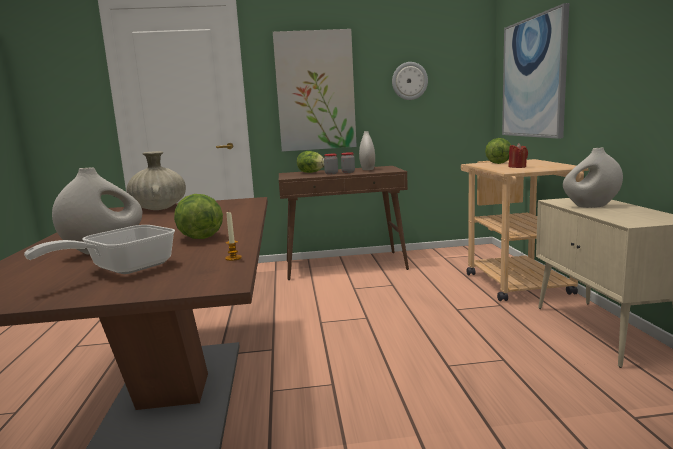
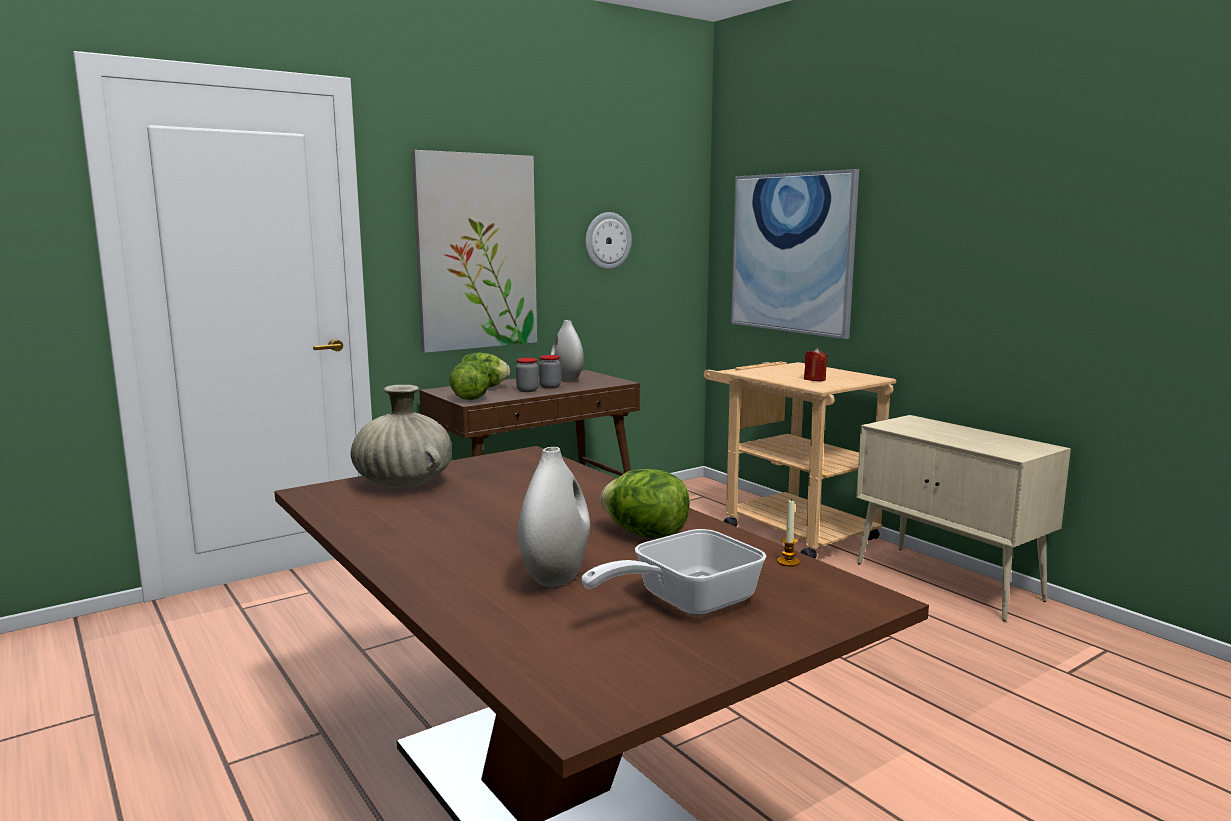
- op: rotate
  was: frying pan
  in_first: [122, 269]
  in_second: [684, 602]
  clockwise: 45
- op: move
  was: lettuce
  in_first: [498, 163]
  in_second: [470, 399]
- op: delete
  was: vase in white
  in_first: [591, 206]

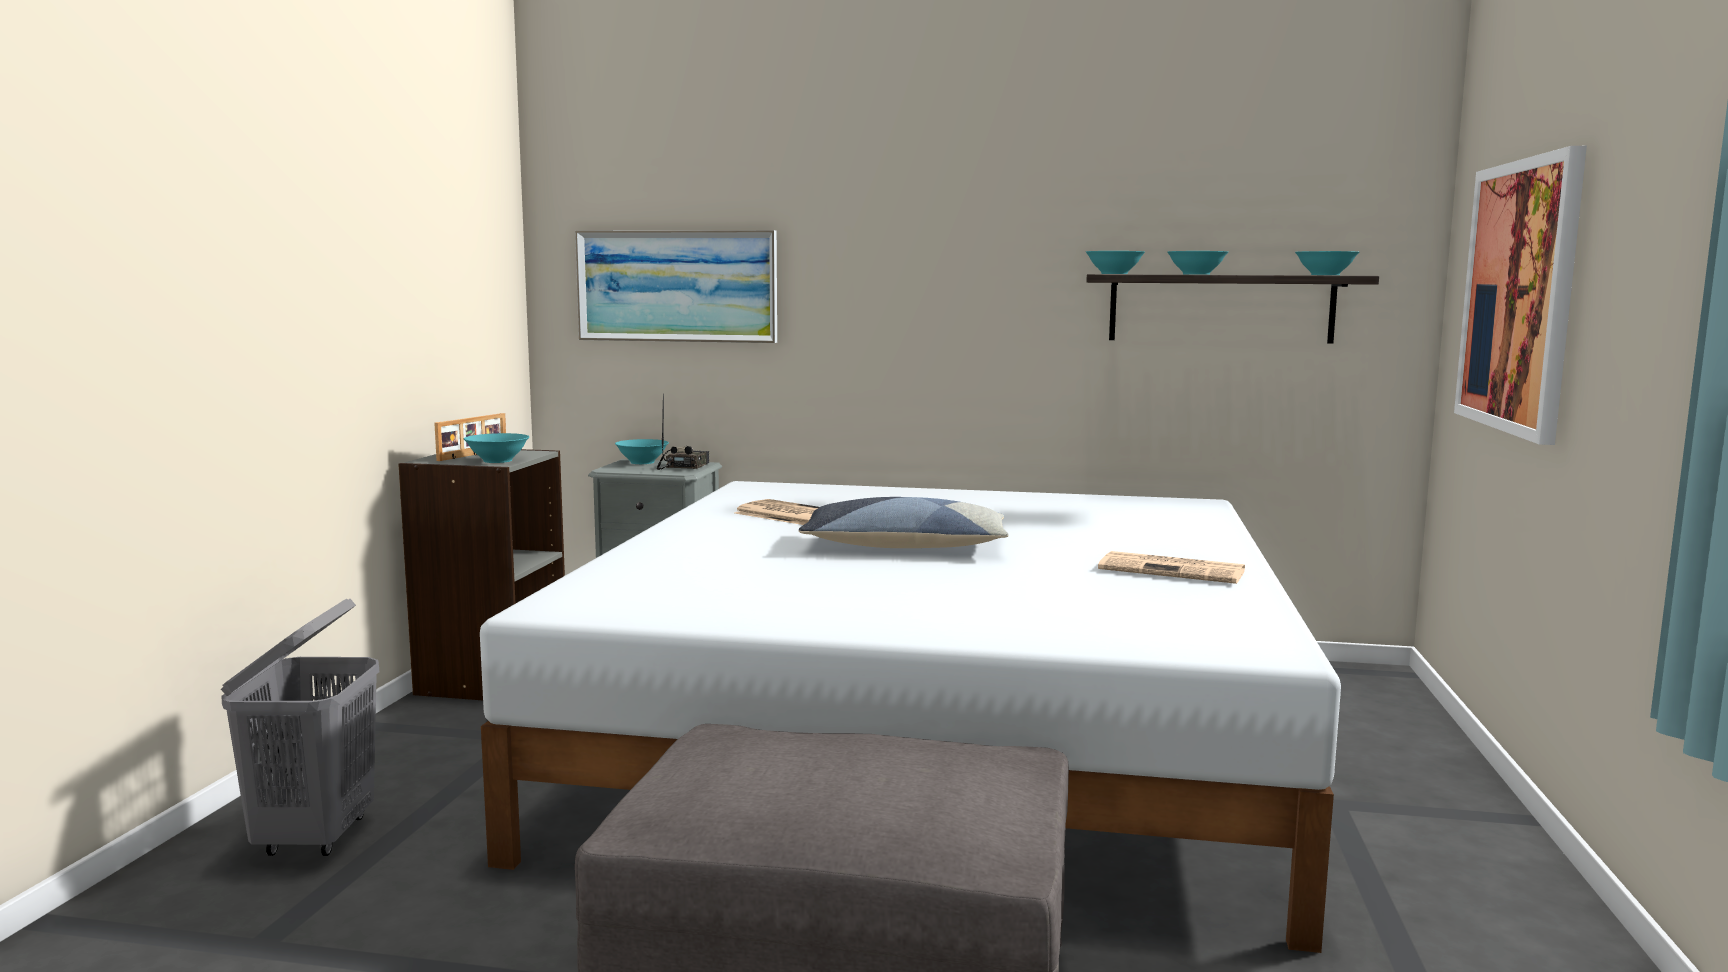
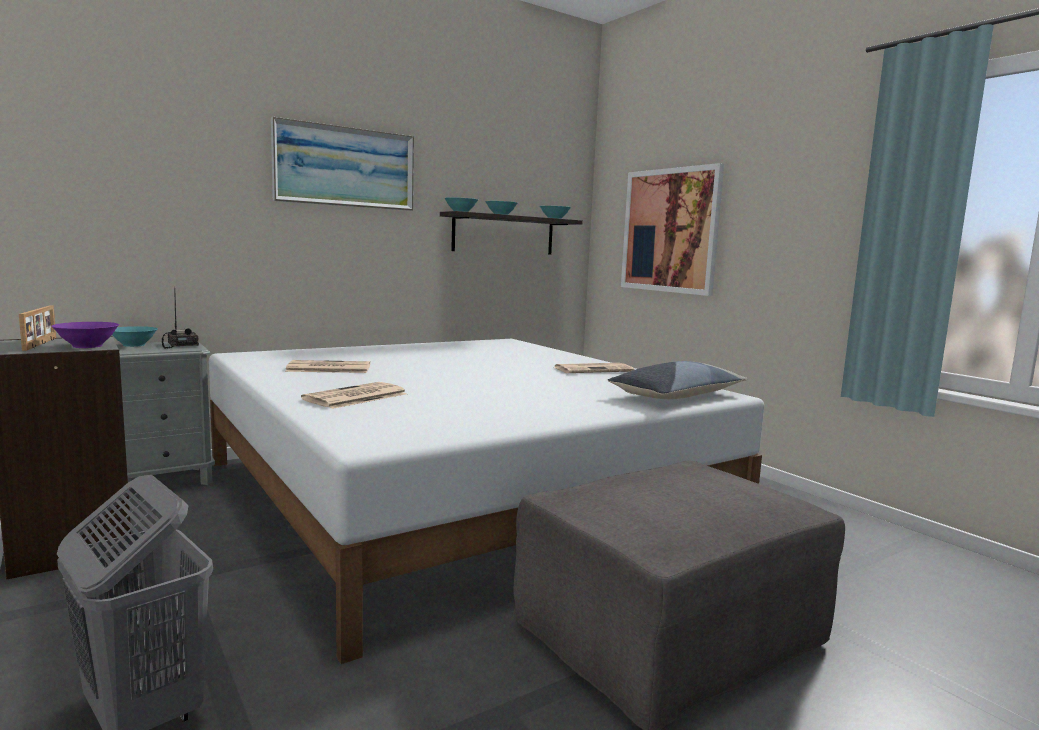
- op: recolor
  was: bowl in turquoise
  now: bowl in purple
  in_first: [498, 460]
  in_second: [88, 346]
- op: move
  was: picture
  in_first: [677, 286]
  in_second: [345, 167]
- op: move
  was: pillow
  in_first: [904, 546]
  in_second: [677, 396]
- op: insert
  now: newspaper
  in_second: [355, 397]

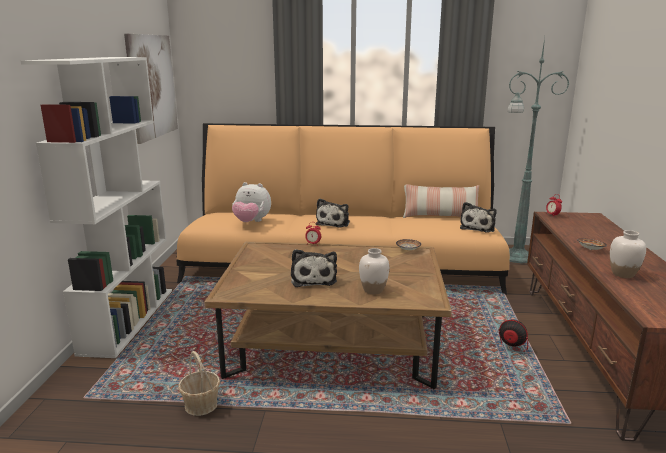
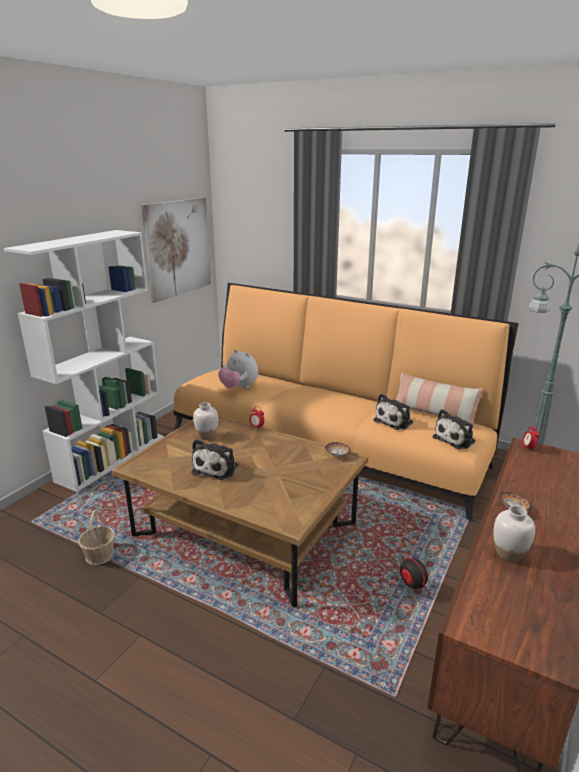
- op: move
  was: plush toy
  in_first: [334, 223]
  in_second: [395, 421]
- op: move
  was: vase in white
  in_first: [373, 290]
  in_second: [207, 436]

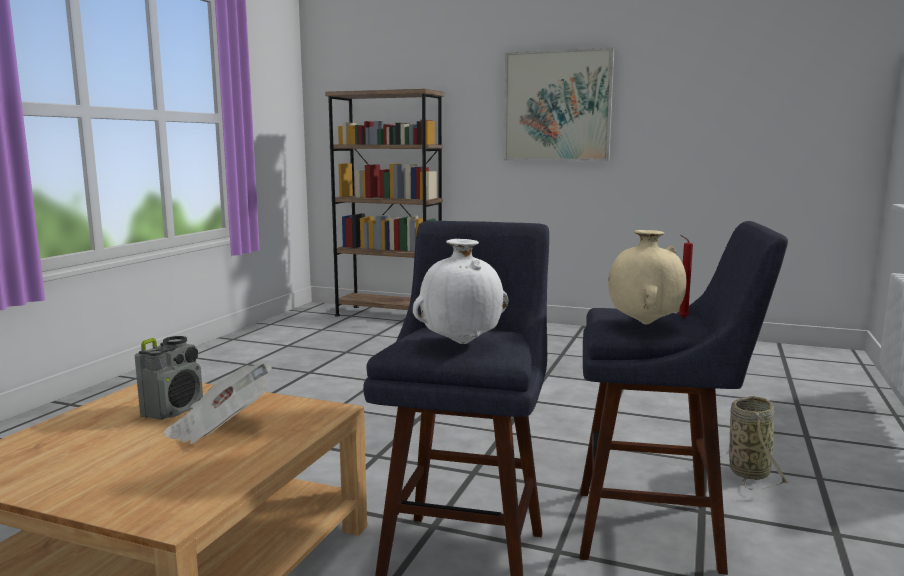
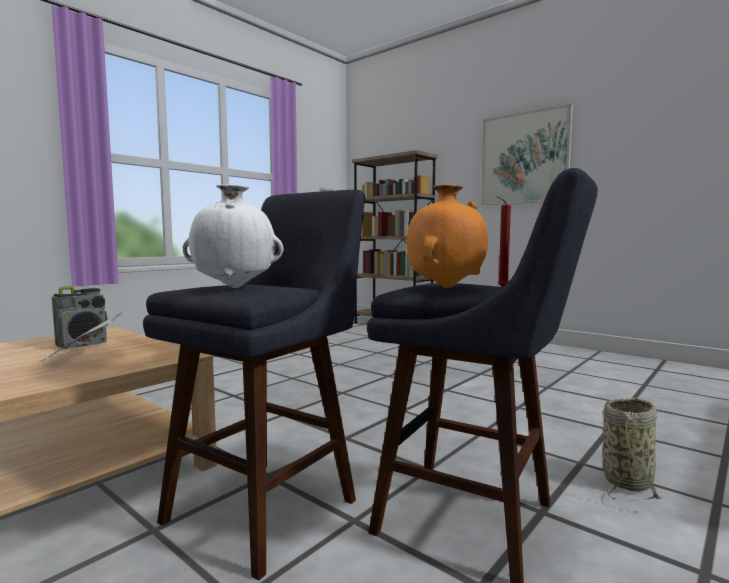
- op: recolor
  was: vase in beige
  now: vase in orange
  in_first: [644, 324]
  in_second: [445, 287]

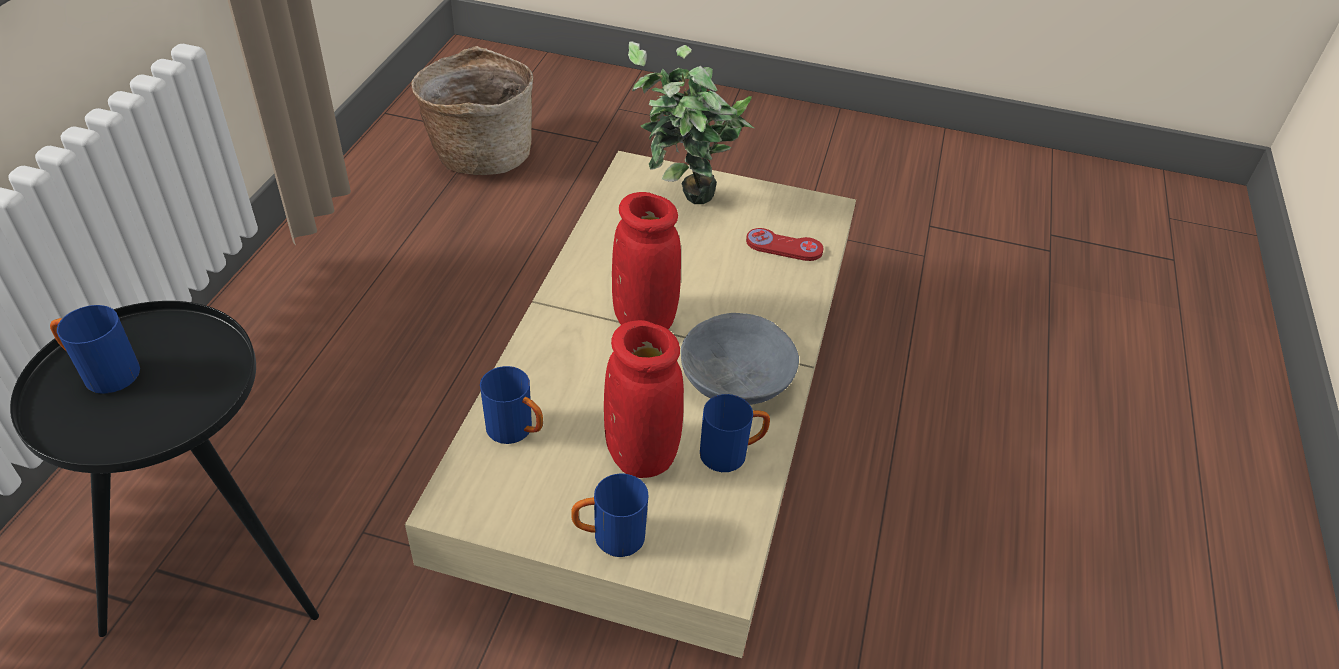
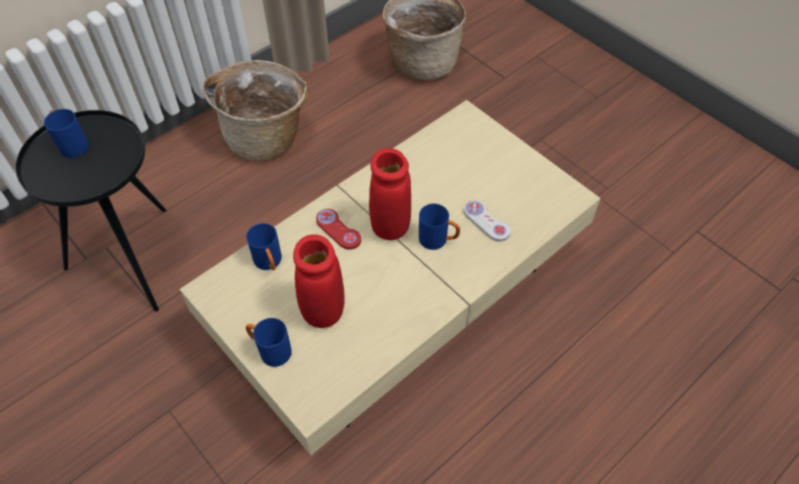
- op: delete
  was: potted plant
  in_first: [682, 205]
- op: delete
  was: bowl in grey
  in_first: [737, 381]
- op: move
  was: mug in blue
  in_first: [732, 453]
  in_second: [438, 240]
- op: move
  was: game controller in red
  in_first: [784, 246]
  in_second: [338, 230]
- op: insert
  now: basket
  in_second: [266, 137]
- op: insert
  now: game controller in white
  in_second: [486, 222]

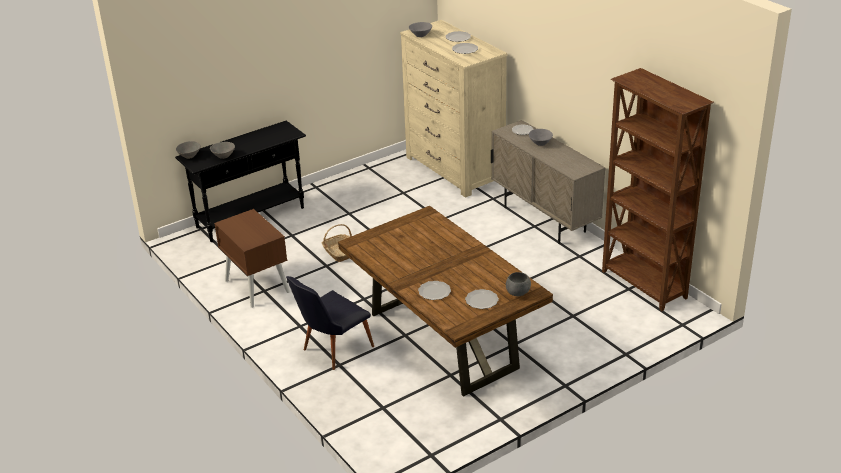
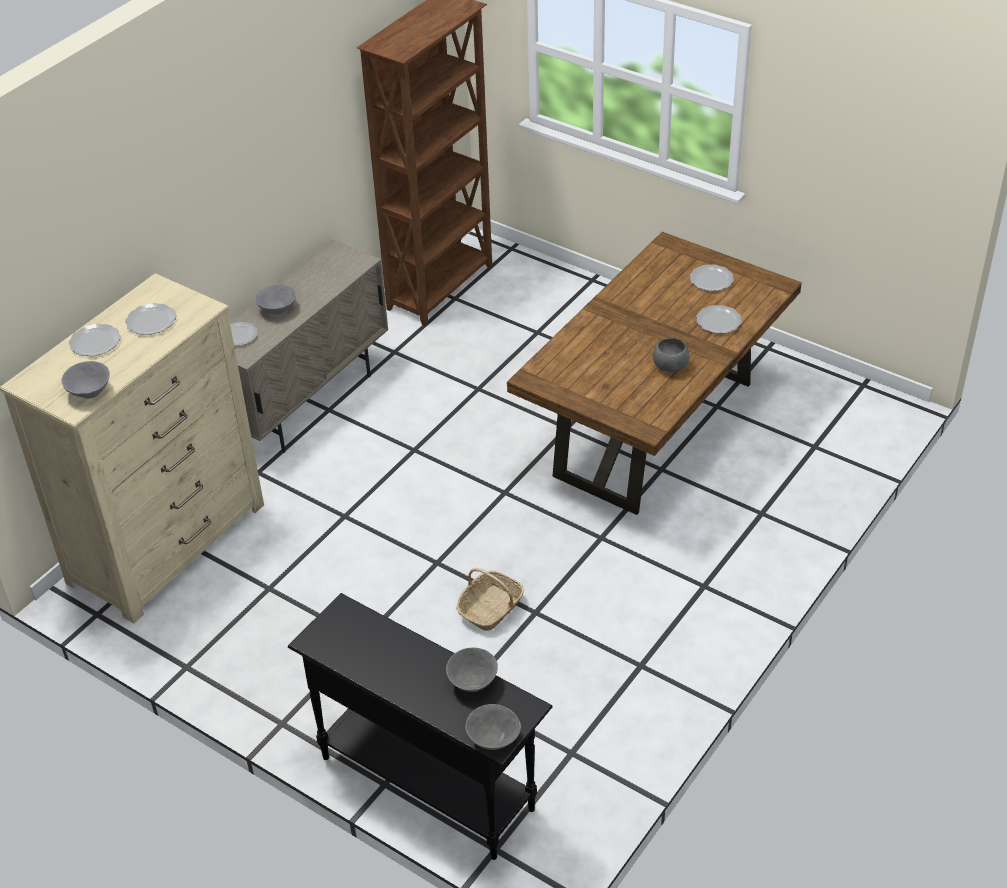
- op: delete
  was: nightstand in brown
  in_first: [256, 286]
- op: delete
  was: chair in black
  in_first: [332, 350]
- op: move
  was: bowl in grey
  in_first: [518, 293]
  in_second: [670, 367]

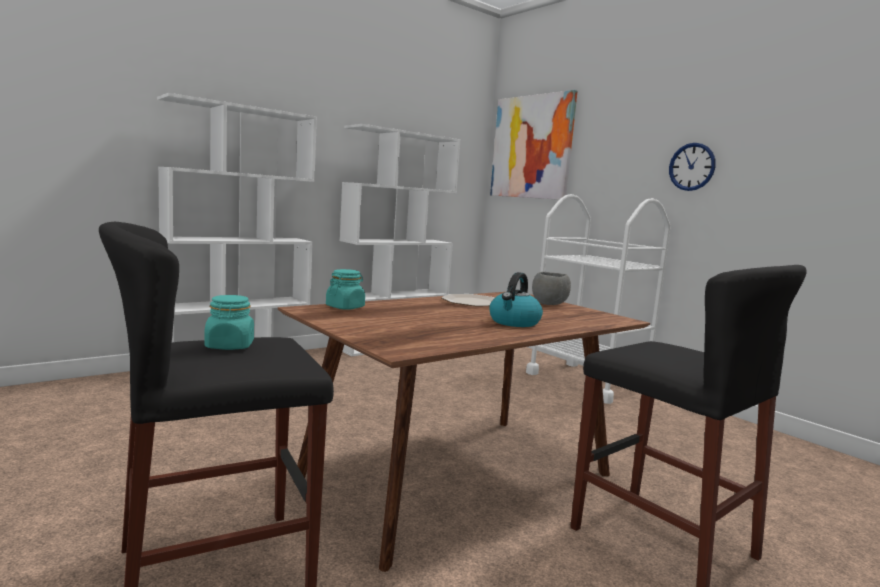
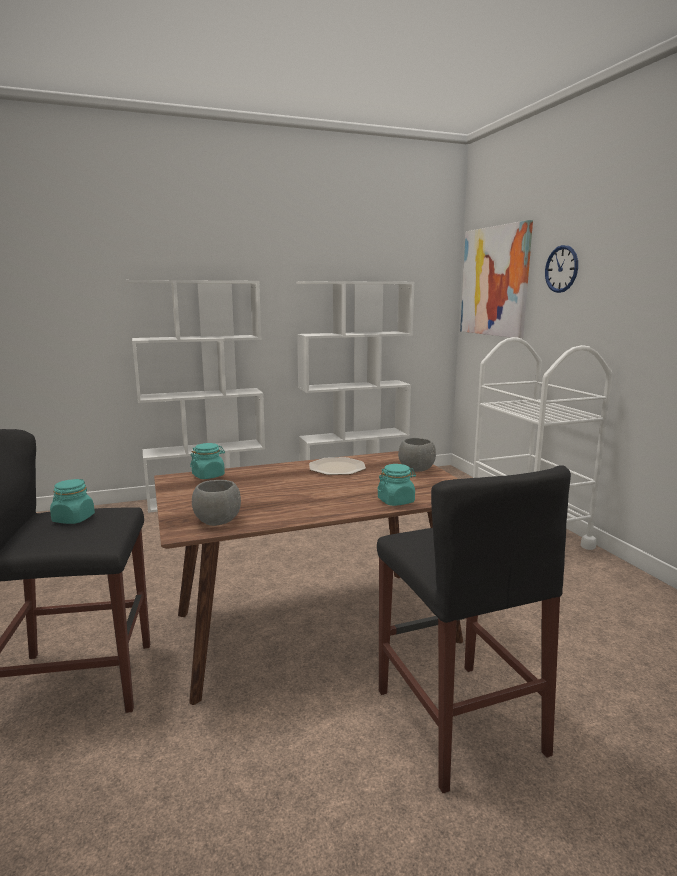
- op: delete
  was: kettle
  in_first: [514, 322]
- op: move
  was: wall clock
  in_first: [692, 167]
  in_second: [561, 269]
- op: insert
  now: bowl in grey
  in_second: [217, 521]
- op: insert
  now: jar in turquoise
  in_second: [396, 501]

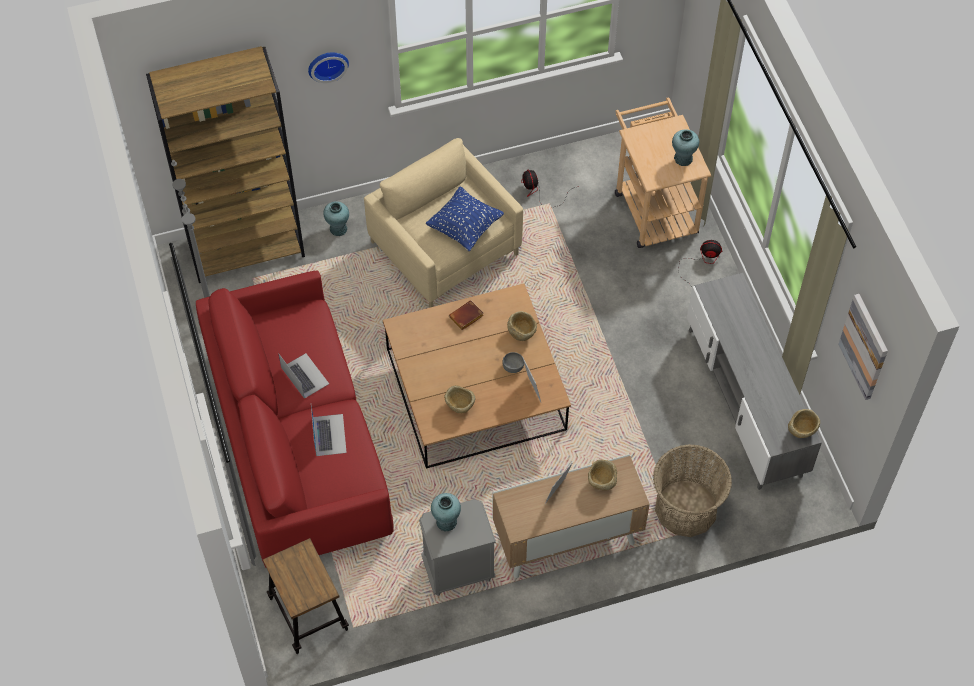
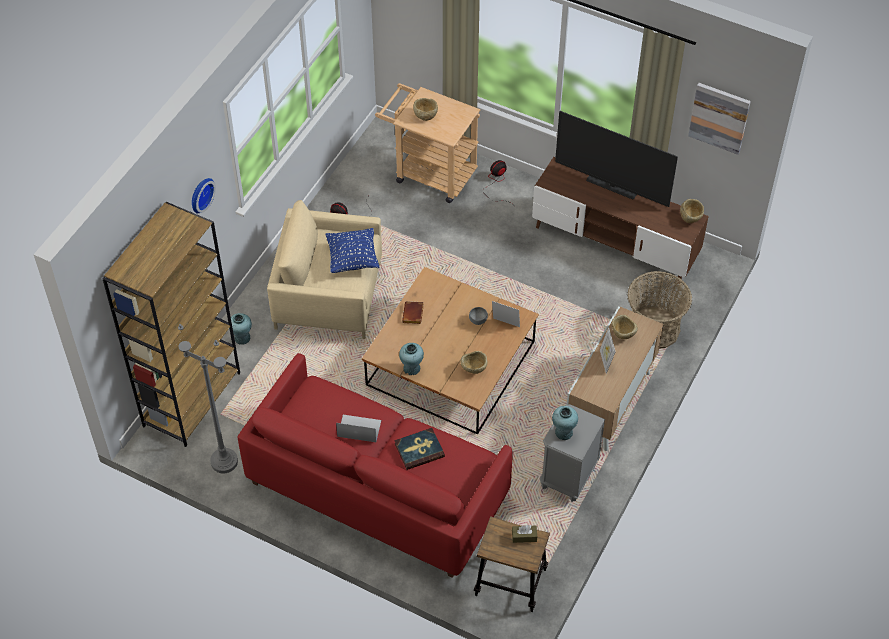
- op: replace
  was: laptop
  now: book
  in_first: [329, 434]
  in_second: [419, 450]
- op: move
  was: bowl in beige
  in_first: [522, 333]
  in_second: [425, 116]
- op: move
  was: vase in turquoise
  in_first: [683, 159]
  in_second: [412, 368]
- op: recolor
  was: tv stand in grey
  now: tv stand in brown
  in_first: [744, 401]
  in_second: [615, 242]
- op: insert
  now: tissue box in brown
  in_second: [524, 536]
- op: insert
  now: television
  in_second: [611, 187]

